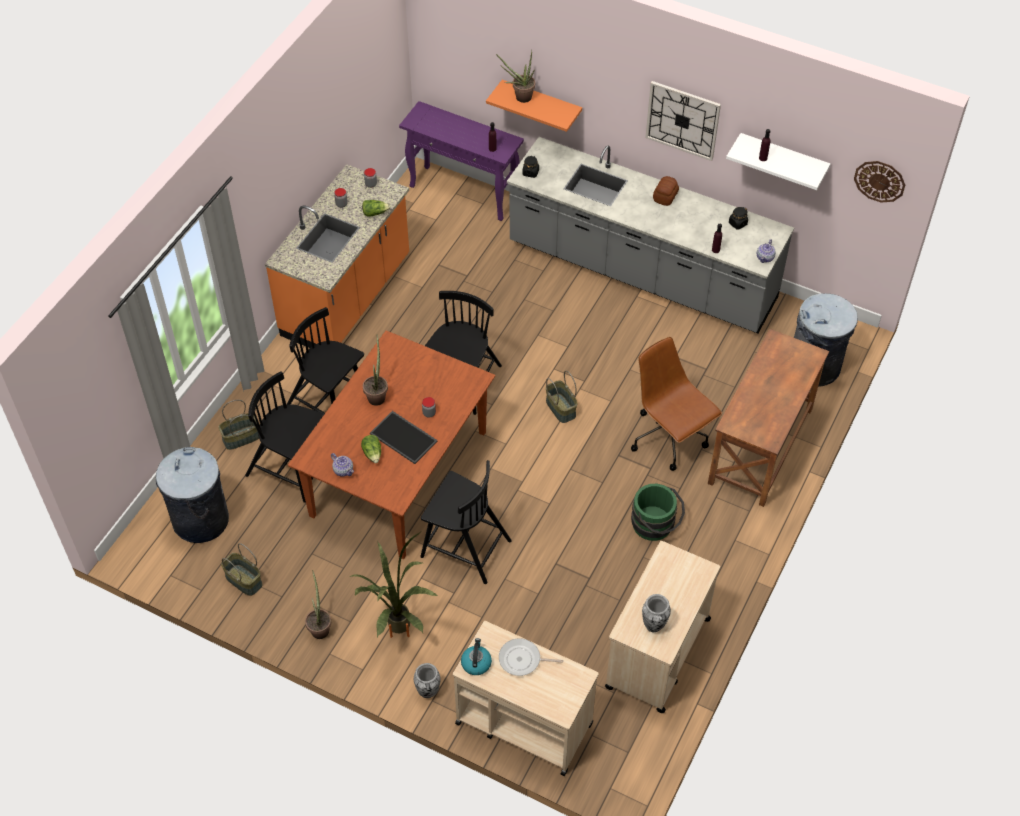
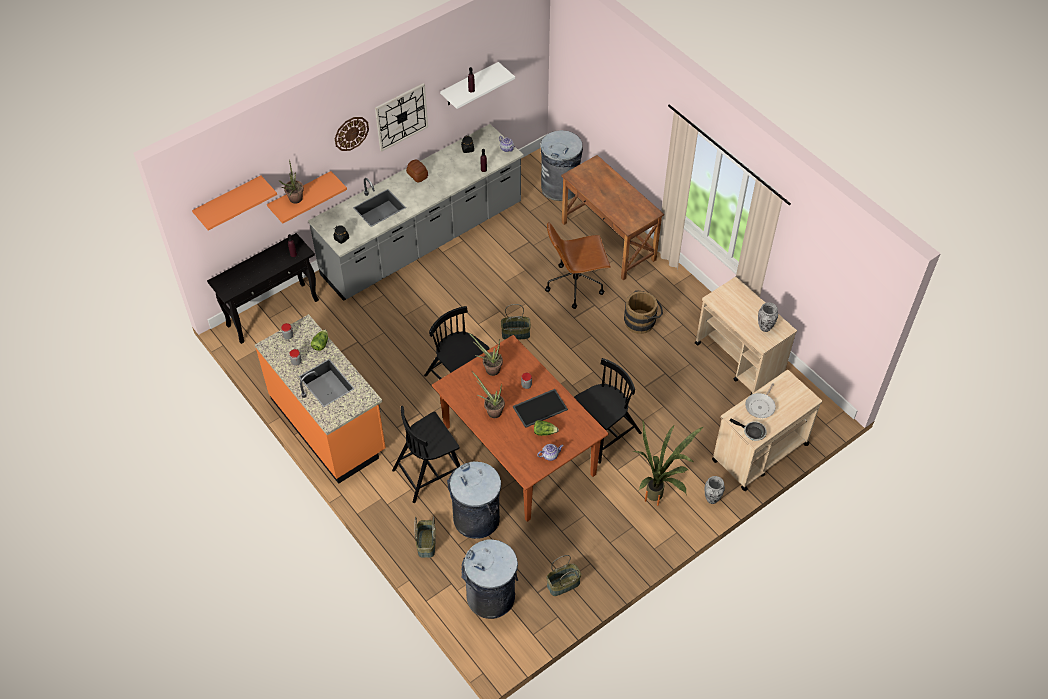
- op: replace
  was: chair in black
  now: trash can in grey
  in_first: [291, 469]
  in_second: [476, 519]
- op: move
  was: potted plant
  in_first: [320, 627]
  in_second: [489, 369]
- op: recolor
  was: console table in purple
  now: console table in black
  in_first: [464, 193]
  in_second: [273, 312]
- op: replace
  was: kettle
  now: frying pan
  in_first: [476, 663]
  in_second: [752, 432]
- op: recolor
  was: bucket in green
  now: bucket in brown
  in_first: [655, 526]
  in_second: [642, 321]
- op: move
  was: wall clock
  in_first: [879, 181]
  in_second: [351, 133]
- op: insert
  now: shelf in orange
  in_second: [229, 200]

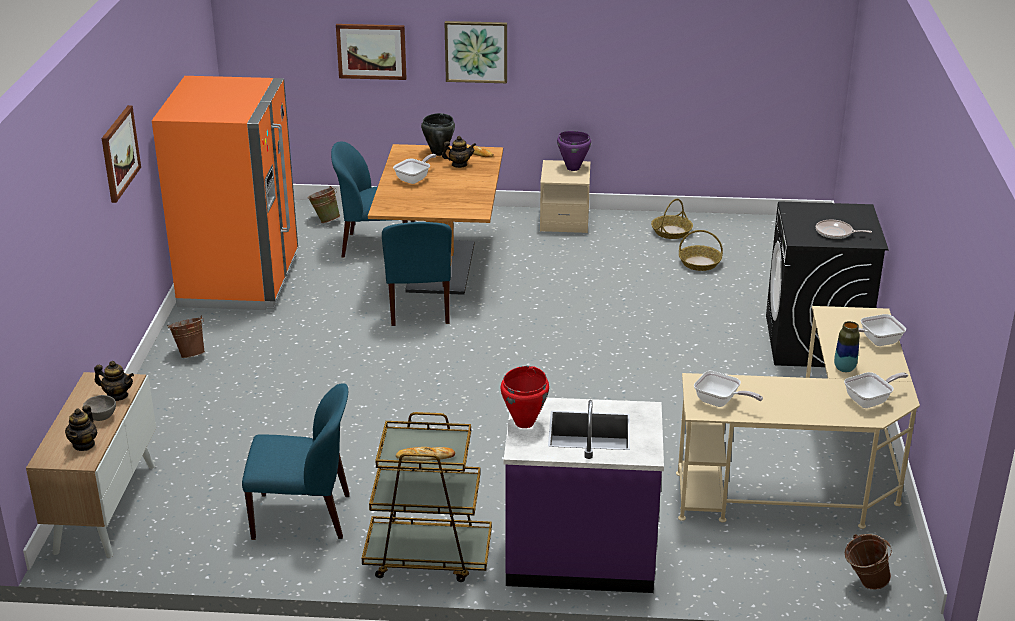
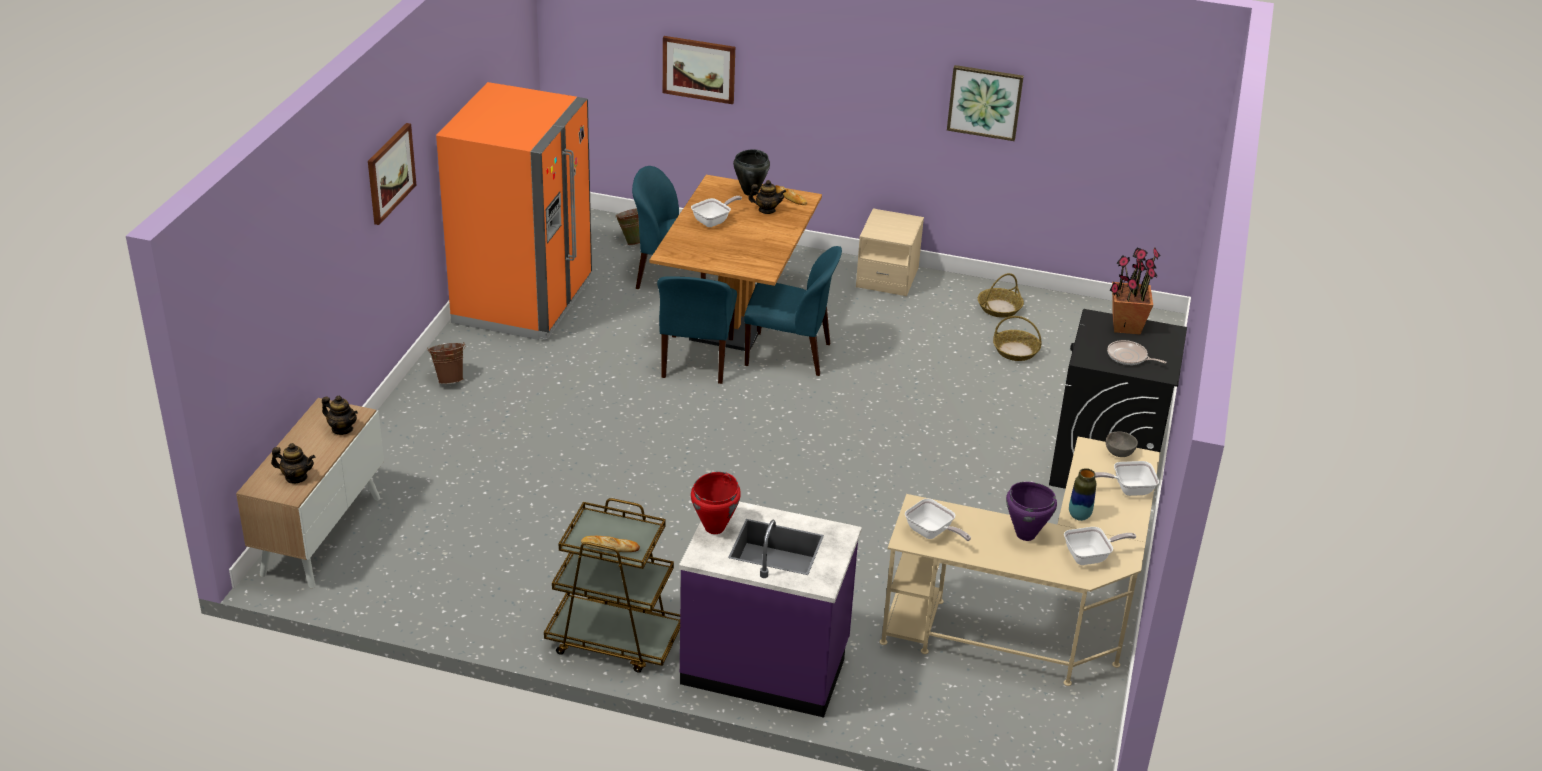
- op: rotate
  was: teapot
  in_first: [84, 444]
  in_second: [296, 477]
  clockwise: -105
- op: move
  was: bowl in grey
  in_first: [101, 417]
  in_second: [1119, 453]
- op: move
  was: chair in blue
  in_first: [304, 516]
  in_second: [790, 355]
- op: move
  was: picture
  in_first: [476, 51]
  in_second: [985, 102]
- op: move
  was: cooking pot in purple
  in_first: [573, 168]
  in_second: [1025, 534]
- op: delete
  was: bucket in brown
  in_first: [864, 584]
- op: insert
  now: potted plant
  in_second: [1126, 326]

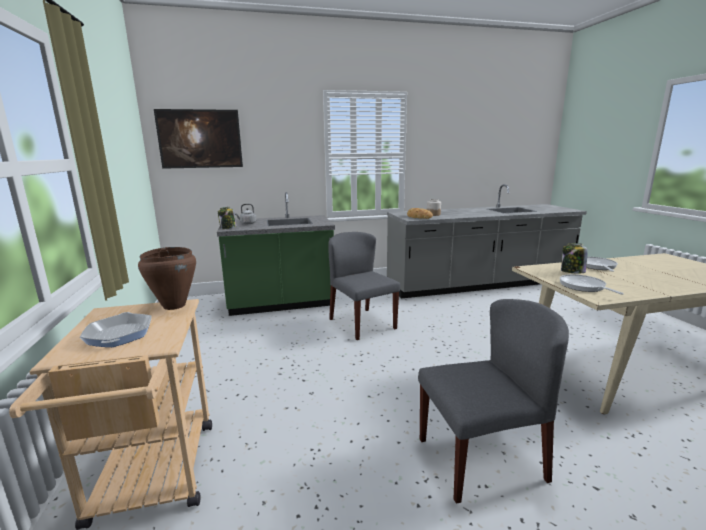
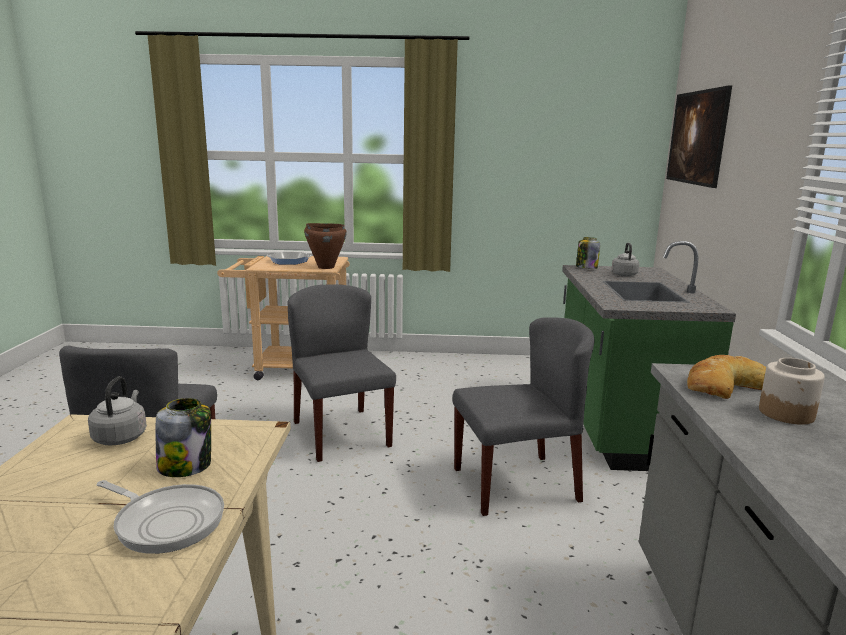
- op: replace
  was: frying pan
  now: kettle in grey
  in_first: [584, 287]
  in_second: [121, 436]
- op: insert
  now: chair in grey
  in_second: [341, 433]

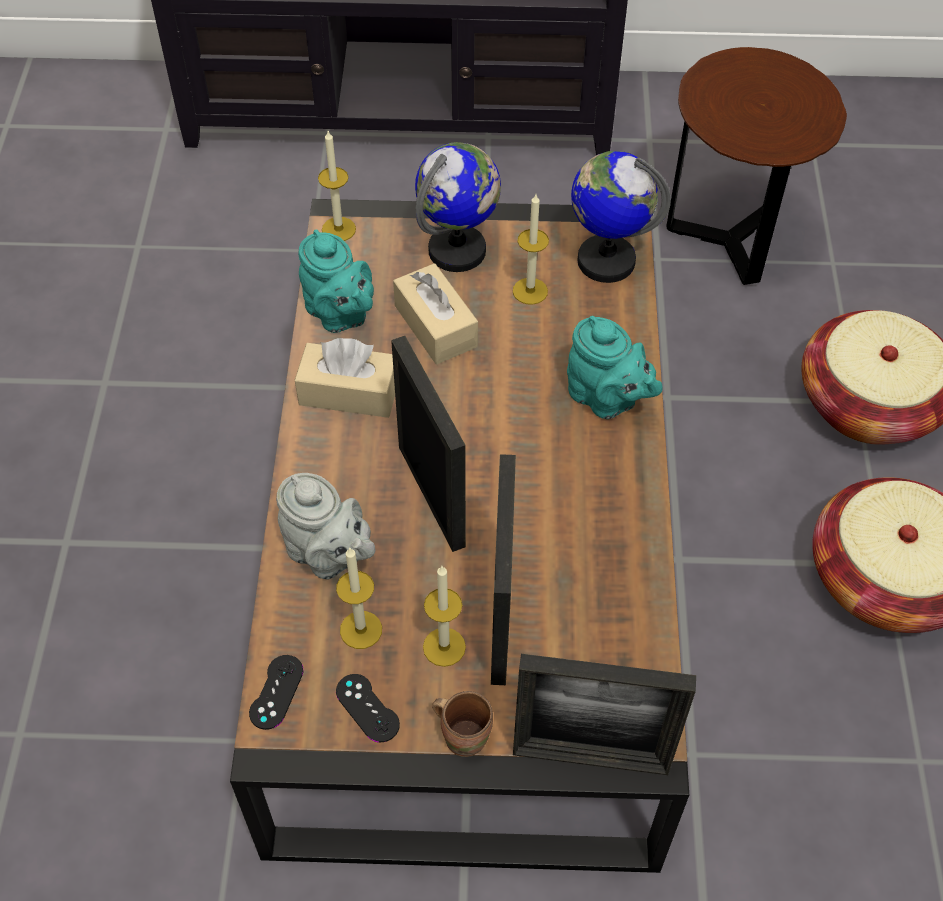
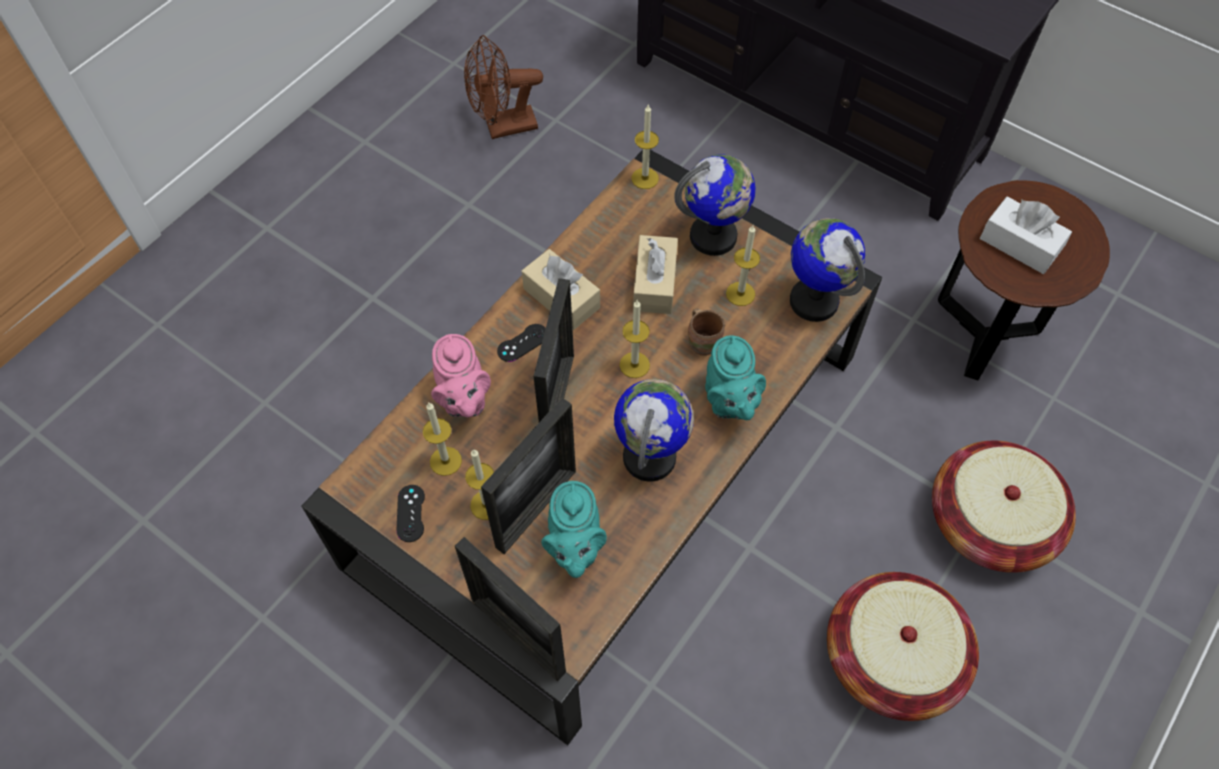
- op: move
  was: game controller in black
  in_first: [276, 692]
  in_second: [522, 343]
- op: recolor
  was: teapot in grey
  now: teapot in pink
  in_first: [328, 555]
  in_second: [463, 400]
- op: move
  was: teapot in turquoise
  in_first: [339, 315]
  in_second: [574, 547]
- op: move
  was: mug in brown
  in_first: [464, 734]
  in_second: [704, 343]
- op: insert
  now: fan in brown
  in_second: [503, 127]
- op: insert
  now: globe
  in_second: [650, 457]
- op: insert
  now: candle
  in_second: [634, 365]
- op: insert
  now: tissue box in white
  in_second: [1020, 244]

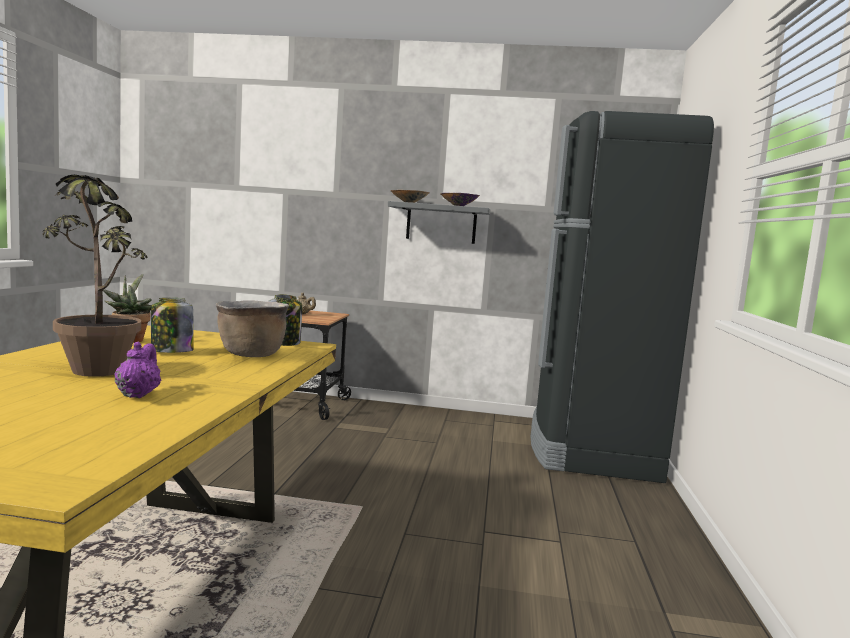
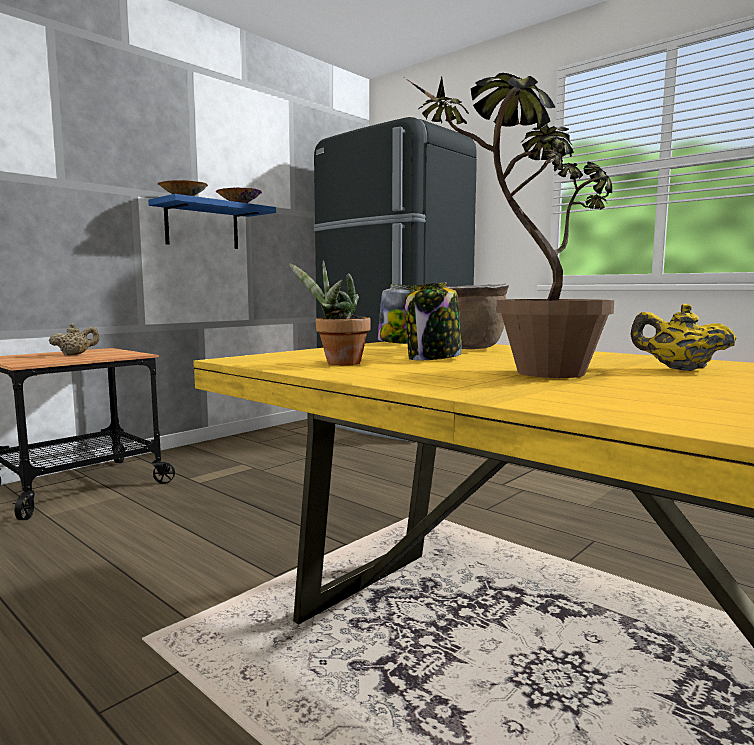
- op: recolor
  was: teapot in purple
  now: teapot in yellow
  in_first: [138, 395]
  in_second: [678, 369]
- op: recolor
  was: shelf in grey
  now: shelf in blue
  in_first: [441, 223]
  in_second: [202, 226]

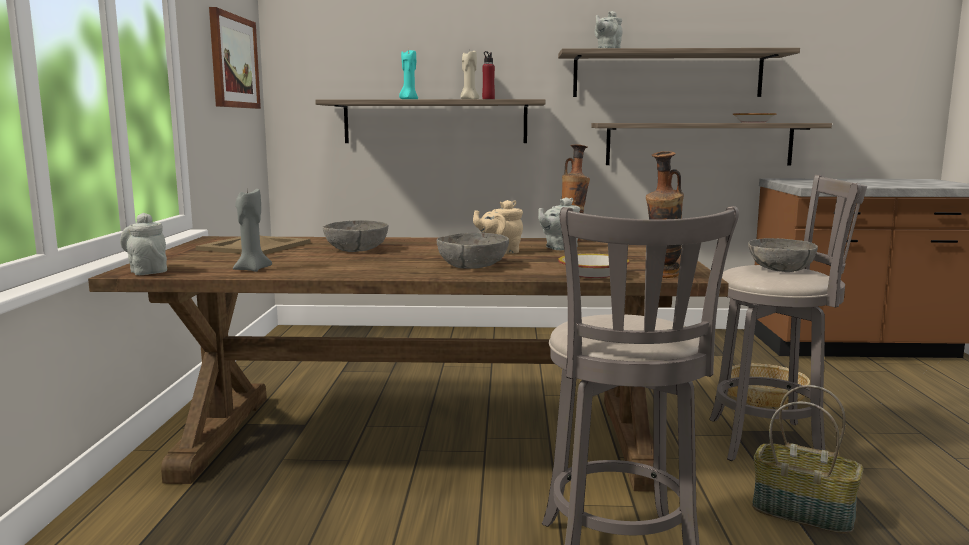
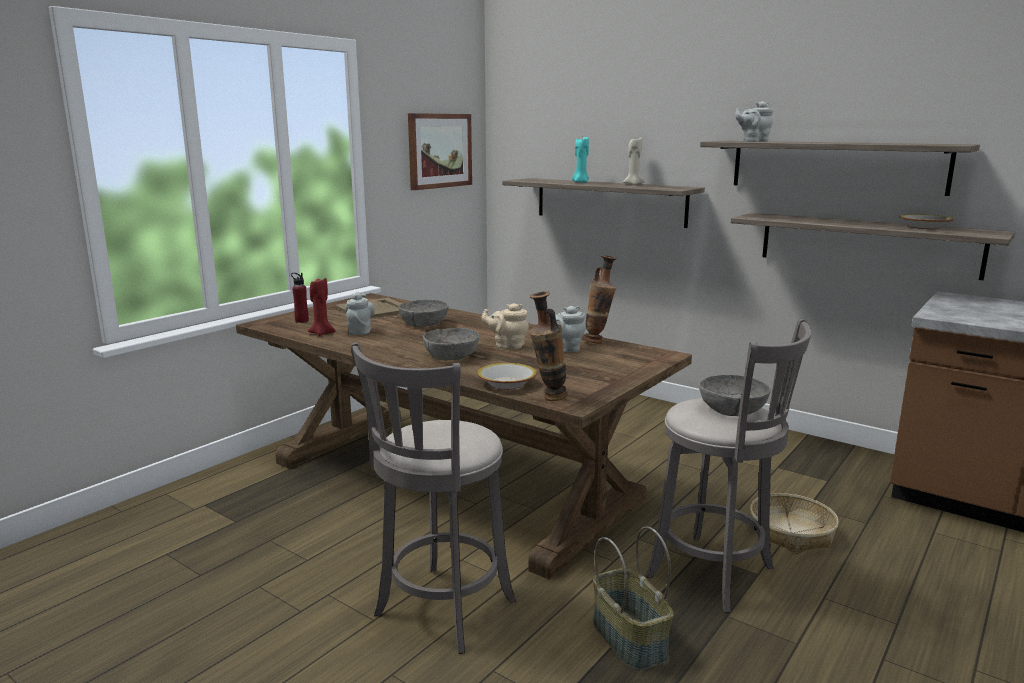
- op: move
  was: teapot in grey
  in_first: [147, 271]
  in_second: [360, 331]
- op: recolor
  was: candle in grey
  now: candle in red
  in_first: [251, 269]
  in_second: [322, 333]
- op: move
  was: bottle in red
  in_first: [488, 99]
  in_second: [301, 321]

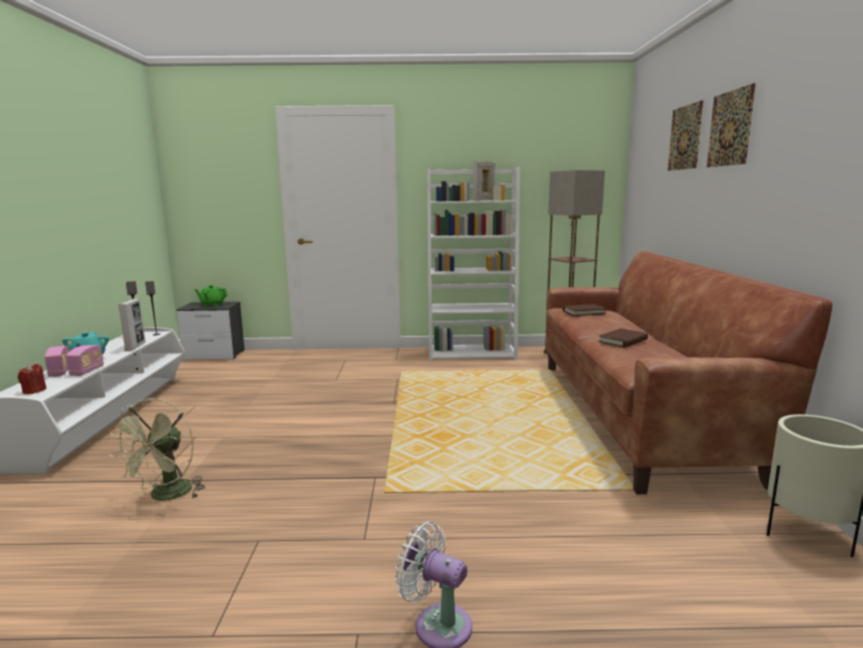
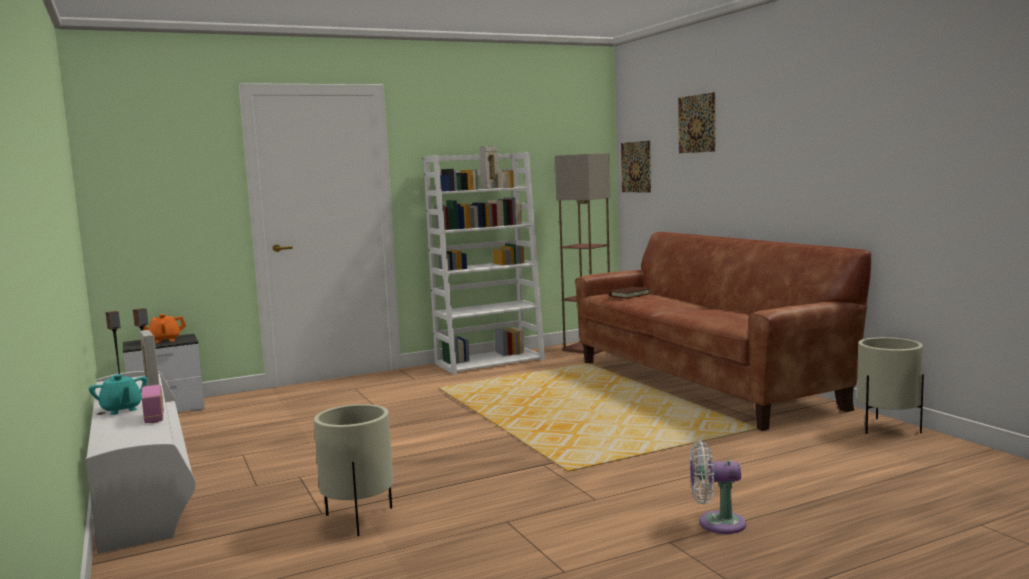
- op: delete
  was: candle in red
  in_first: [34, 391]
- op: delete
  was: radio
  in_first: [60, 372]
- op: replace
  was: fan in green
  now: planter in beige
  in_first: [166, 496]
  in_second: [359, 519]
- op: recolor
  was: teapot in green
  now: teapot in orange
  in_first: [212, 304]
  in_second: [164, 340]
- op: delete
  was: book in brown
  in_first: [623, 341]
- op: move
  was: picture
  in_first: [730, 128]
  in_second: [636, 167]

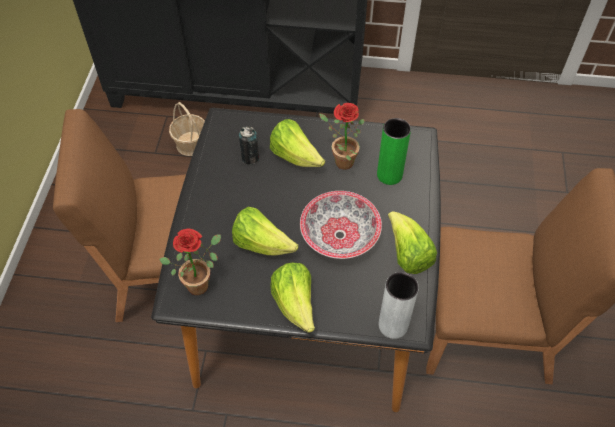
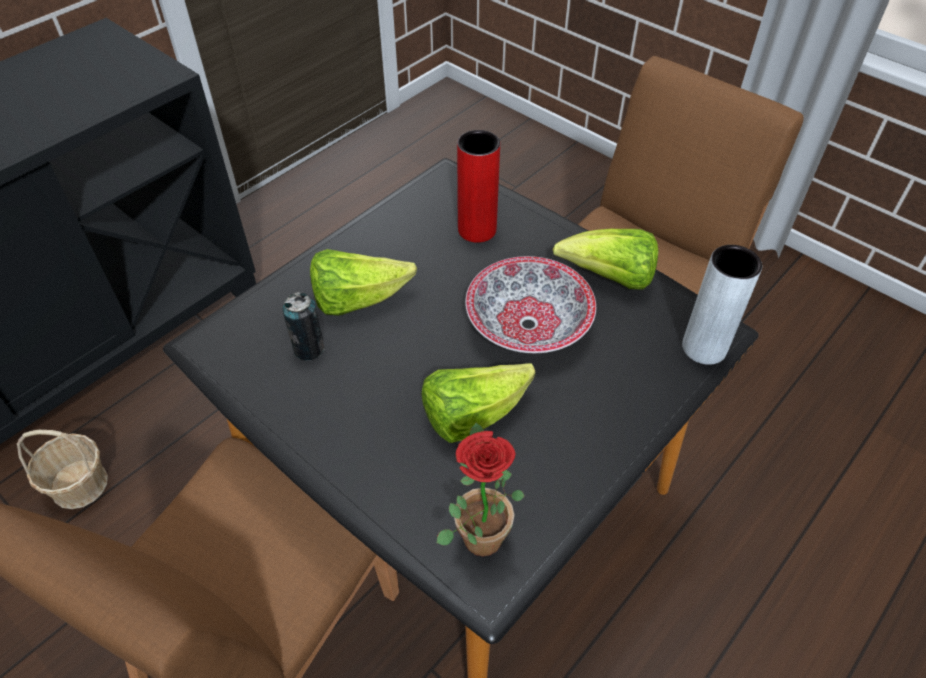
- op: delete
  was: lettuce
  in_first: [295, 304]
- op: delete
  was: potted plant
  in_first: [340, 161]
- op: recolor
  was: vase in green
  now: vase in red
  in_first: [389, 175]
  in_second: [477, 230]

